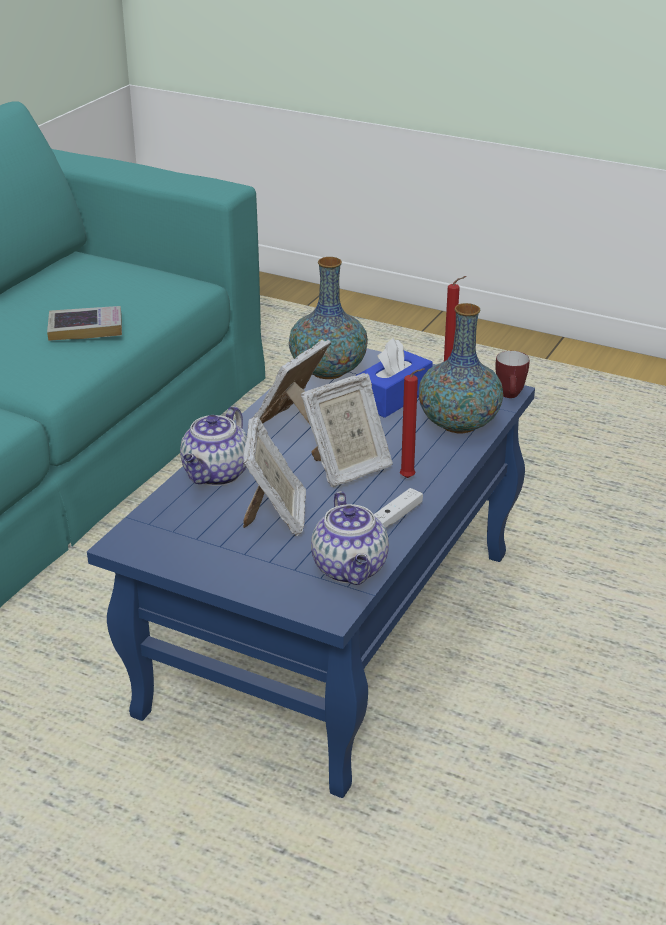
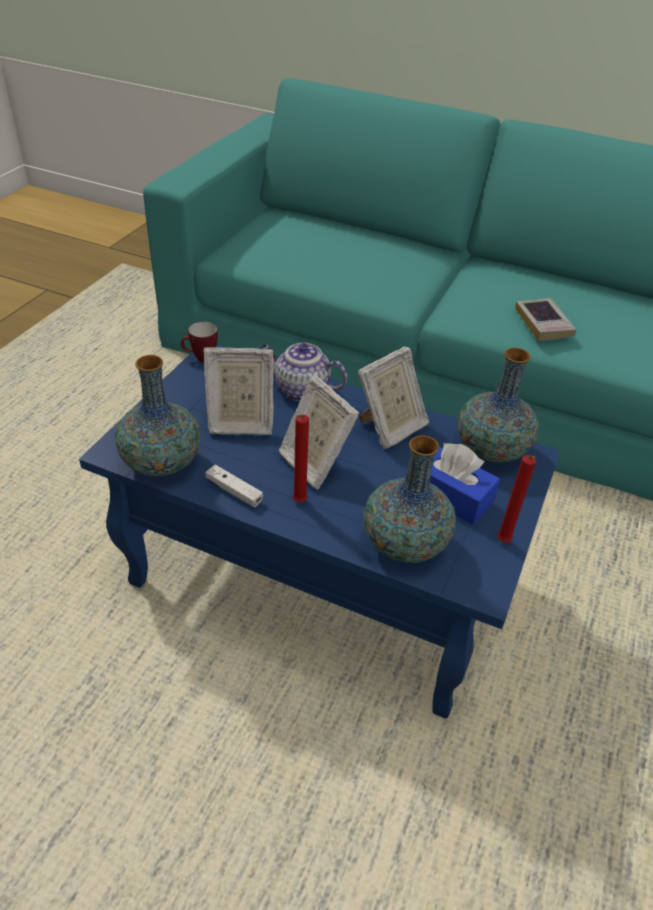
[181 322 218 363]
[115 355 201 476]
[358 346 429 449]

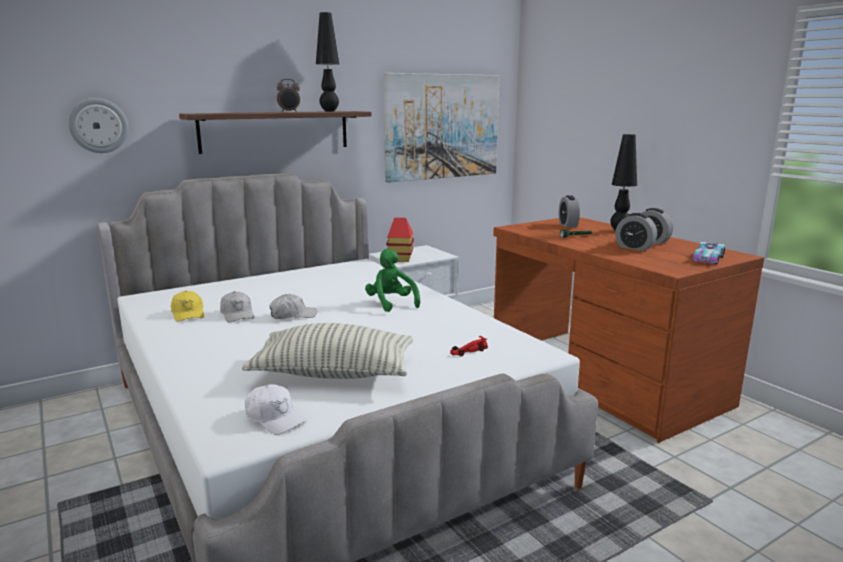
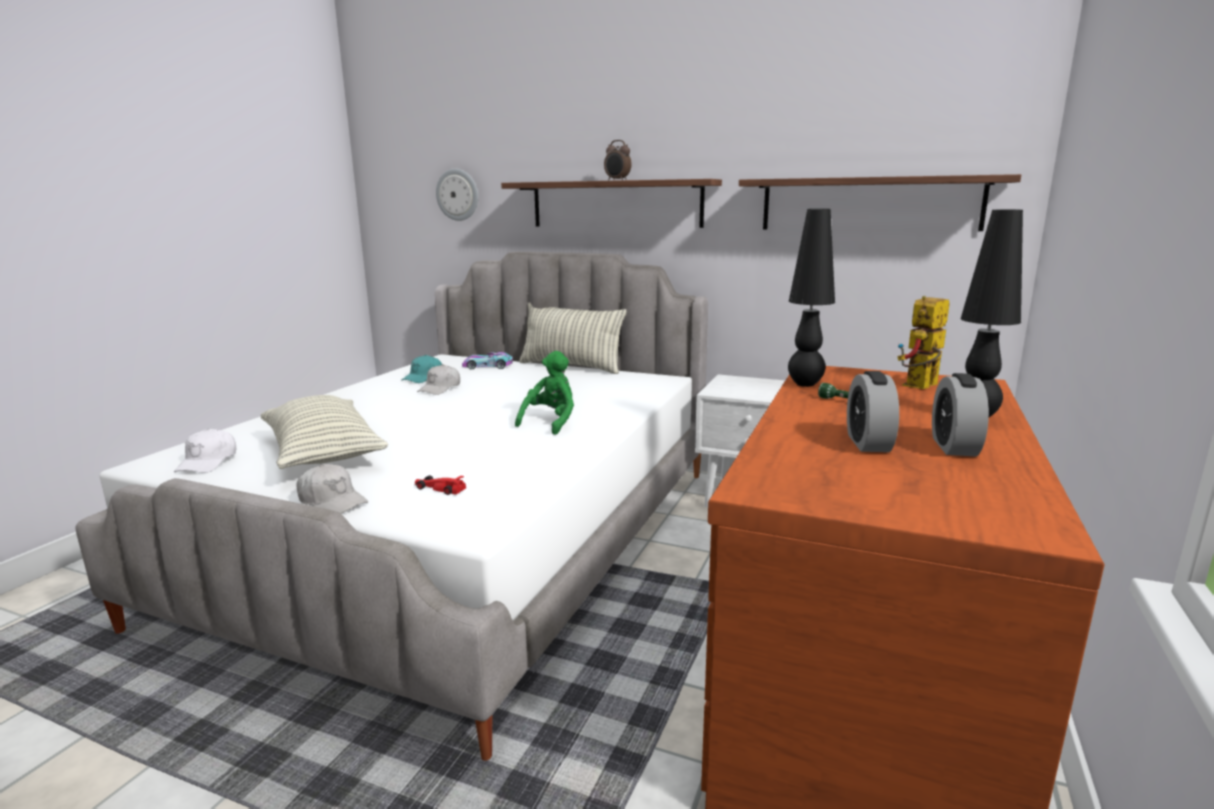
[386 218 414 262] (first image)
[519 303 626 374]
[296 464 368 514]
[788 209 835 387]
[462 352 513 369]
[739 174 1021 231]
[897 296 950 389]
[401 355 442 383]

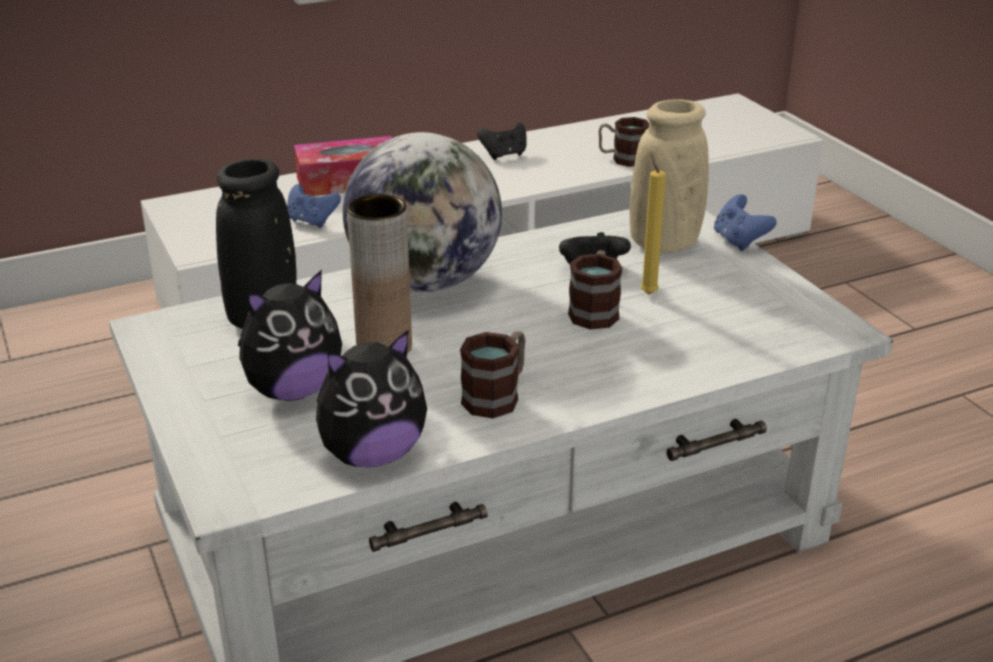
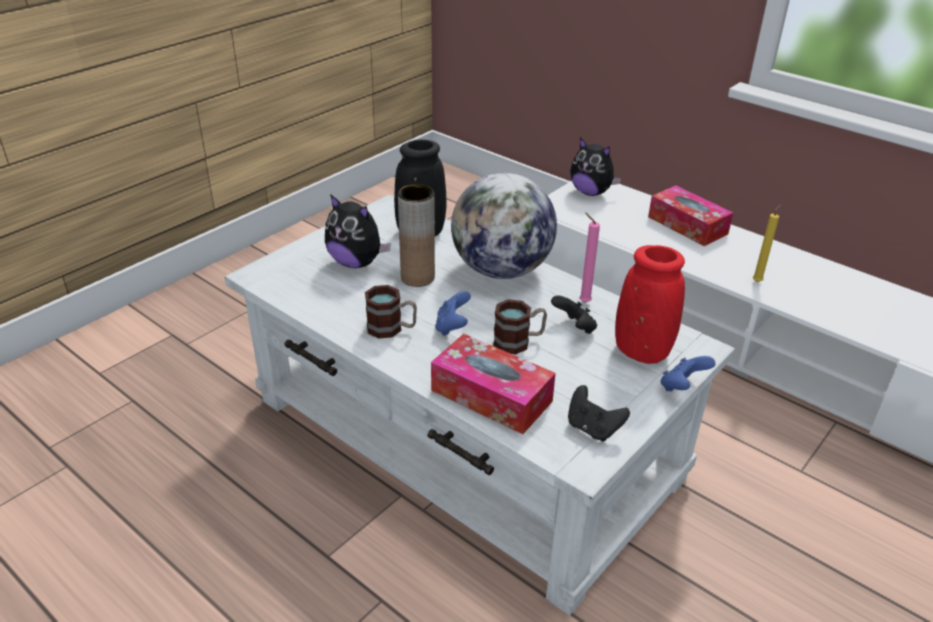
[599 117 649 167] (first image)
[431 334 556 434]
[579 212 600 303]
[435 291 471 336]
[570 138 621 196]
[568 385 630 442]
[753 204 781 282]
[615 245 685 364]

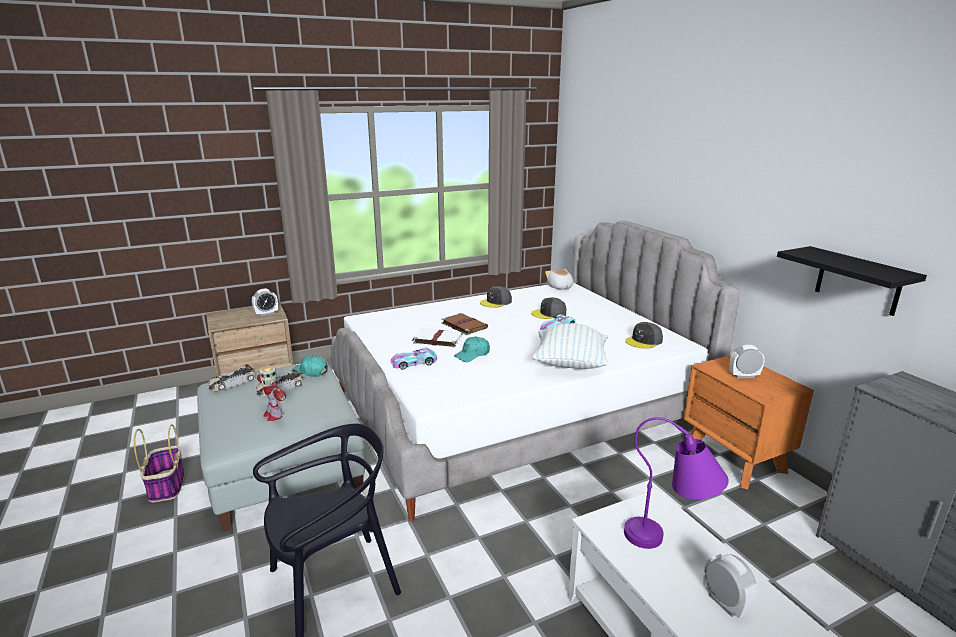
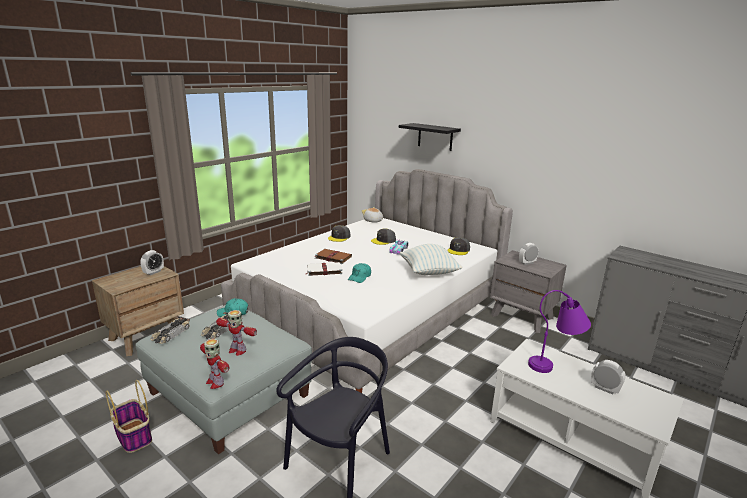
[391 348 437 370] (first image)
[200 339 229 389]
[399 123 461 151]
[490 250 567 333]

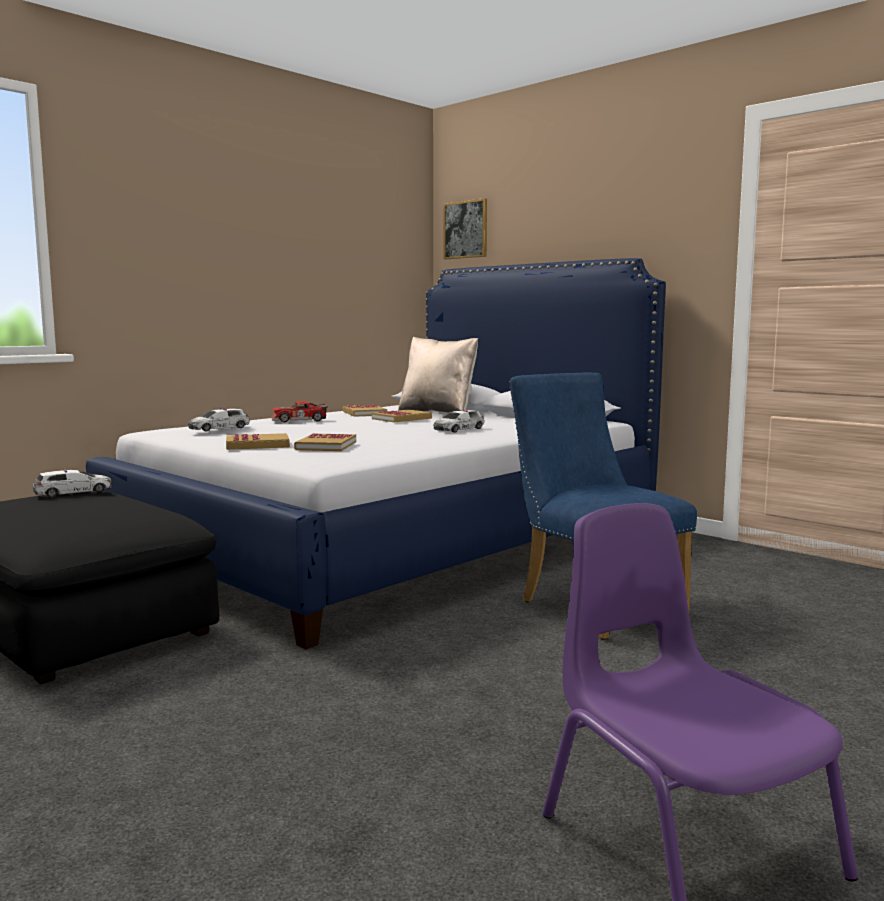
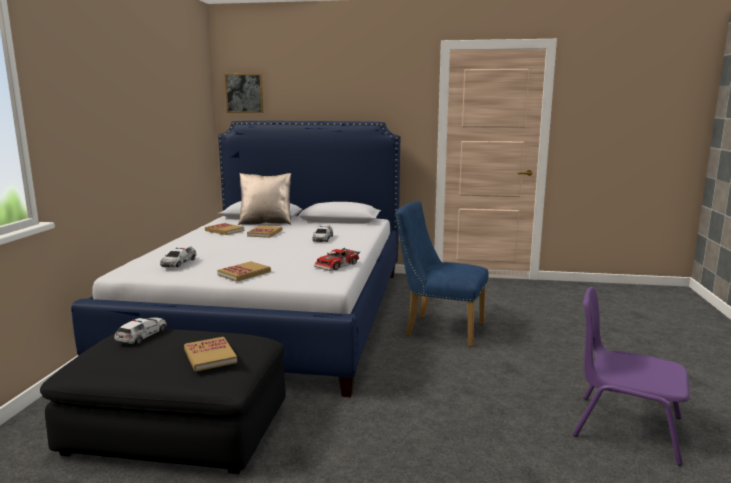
[314 248 360 271]
[184 337 237 372]

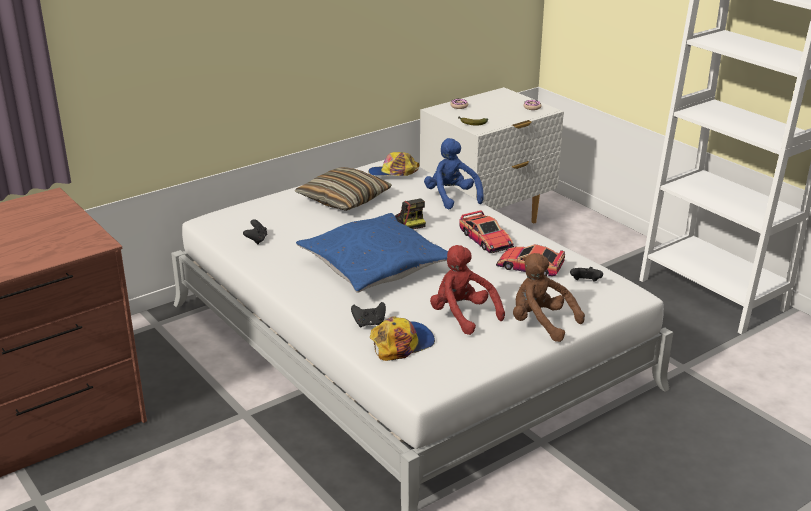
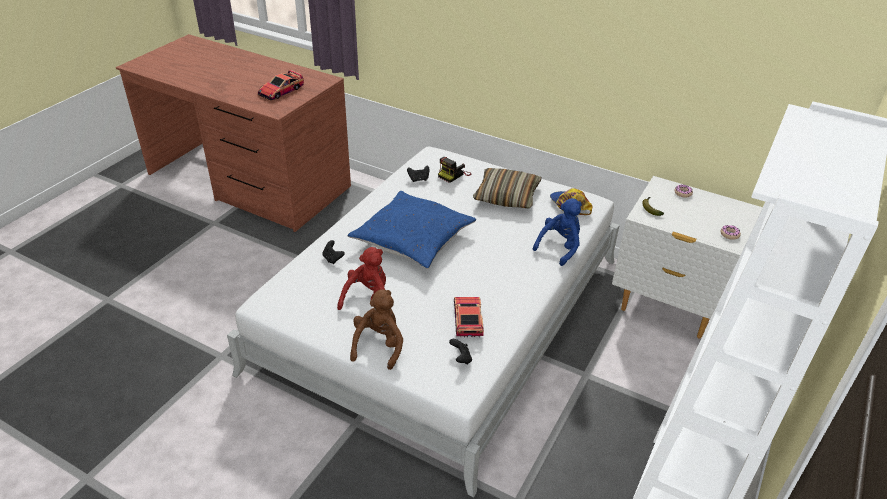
[370 316 435 361] (first image)
[438 157 471 183]
[258 70 304 100]

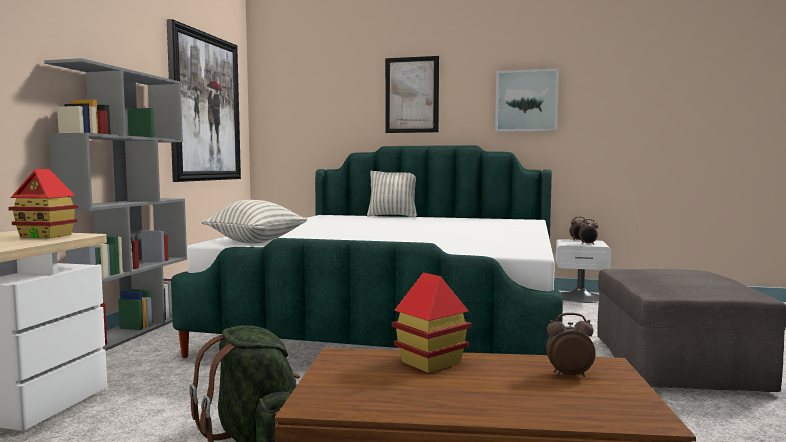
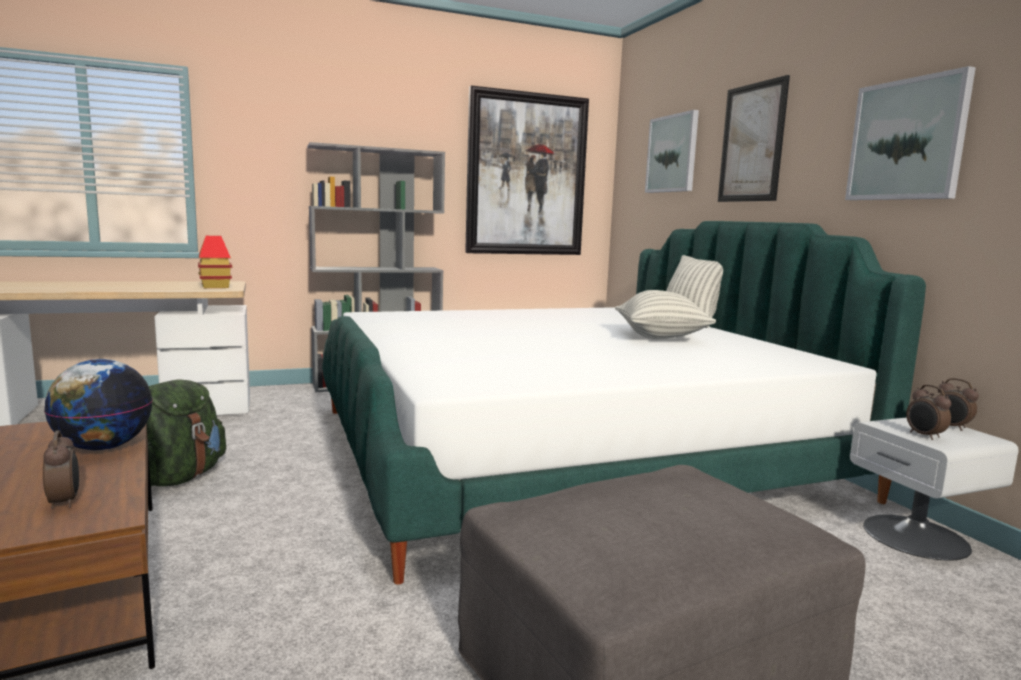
[645 110 699 193]
[615 290 716 339]
[44 359 153 450]

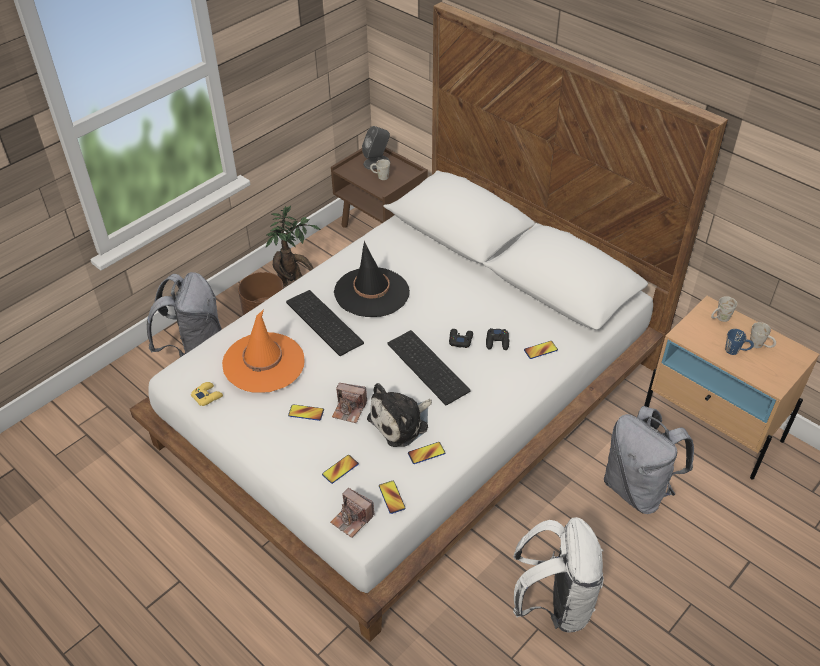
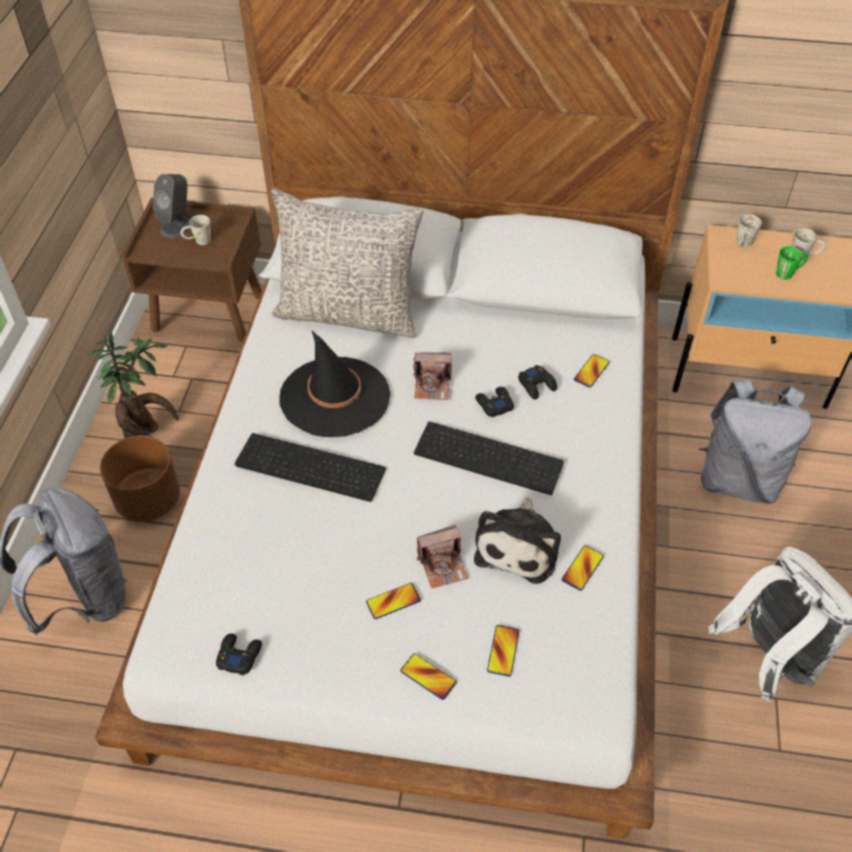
[222 309 305 393] (first image)
[271 189 423 338]
[414 352 451 400]
[400 653 457 700]
[216 634 262 676]
[776 246 808 280]

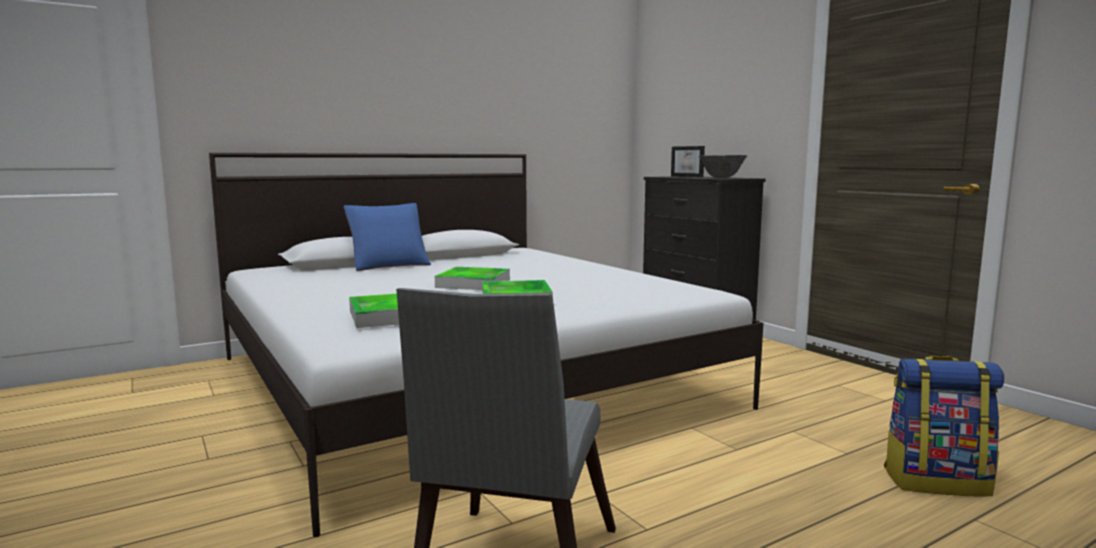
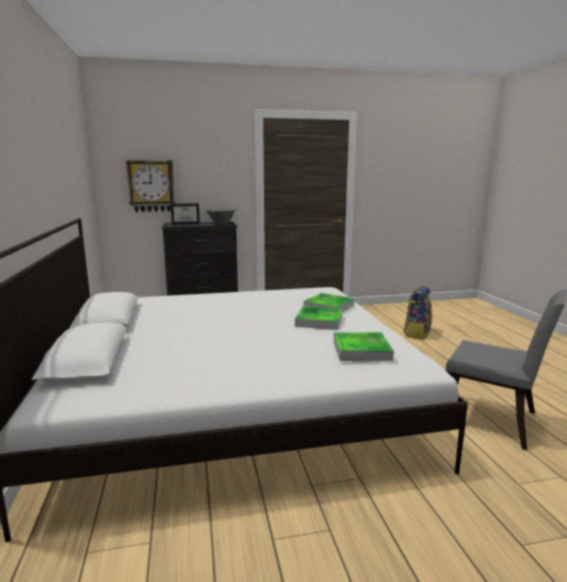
[344 203 431 271] (first image)
[126 160 175 212]
[303 293 355 312]

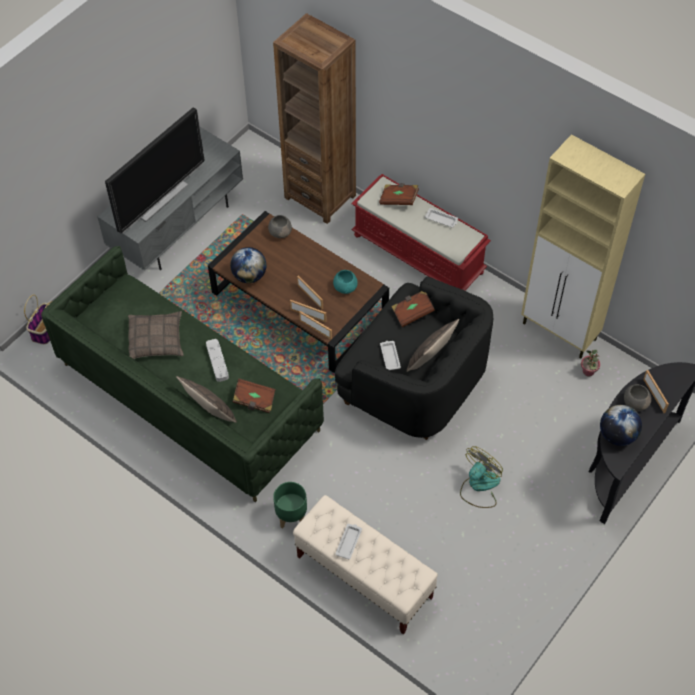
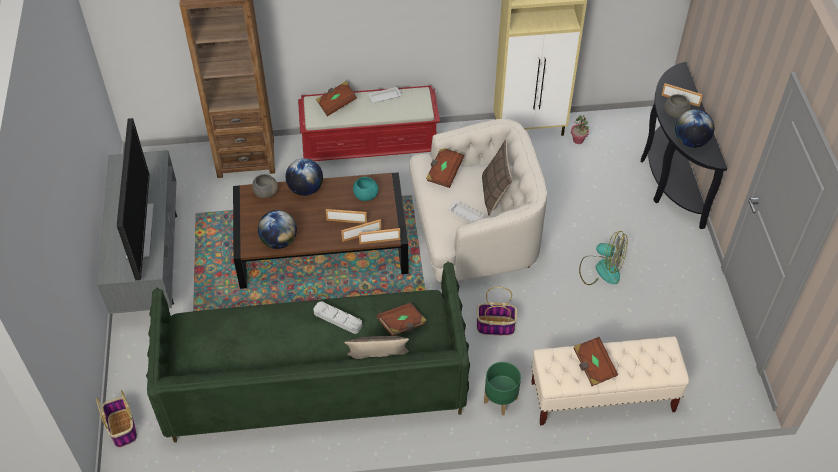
[128 311 184 359] (first image)
[286 158 323 196]
[477 287 517 336]
[573 337 618 386]
[410 119 547 282]
[579 231 628 285]

